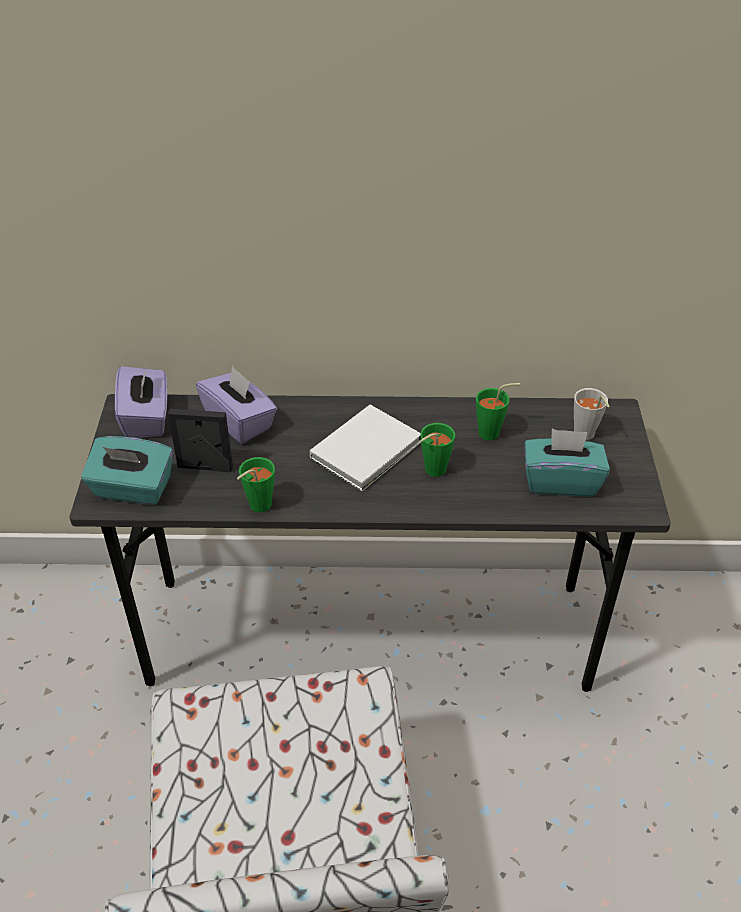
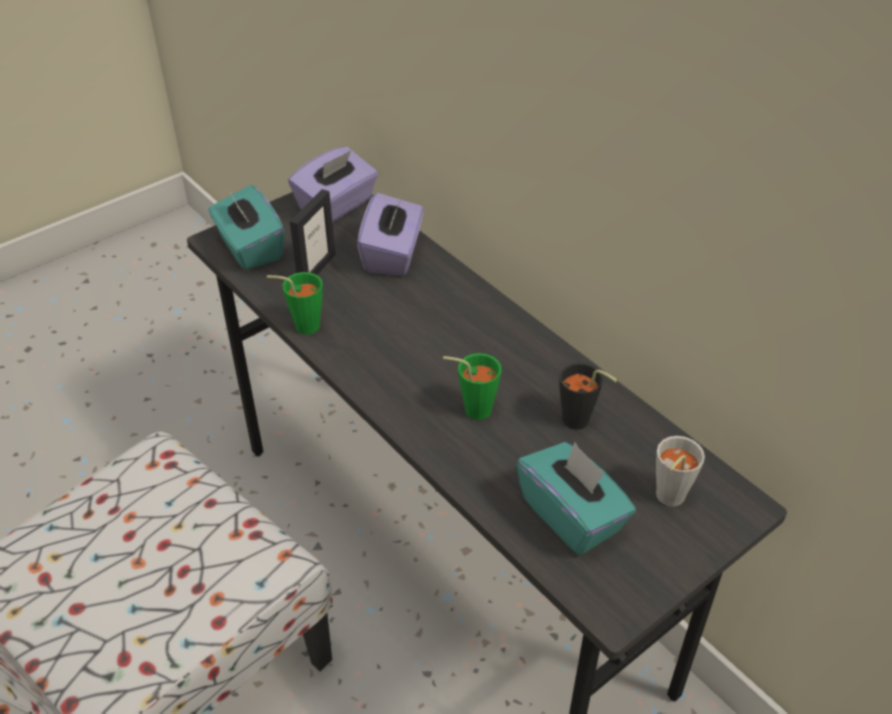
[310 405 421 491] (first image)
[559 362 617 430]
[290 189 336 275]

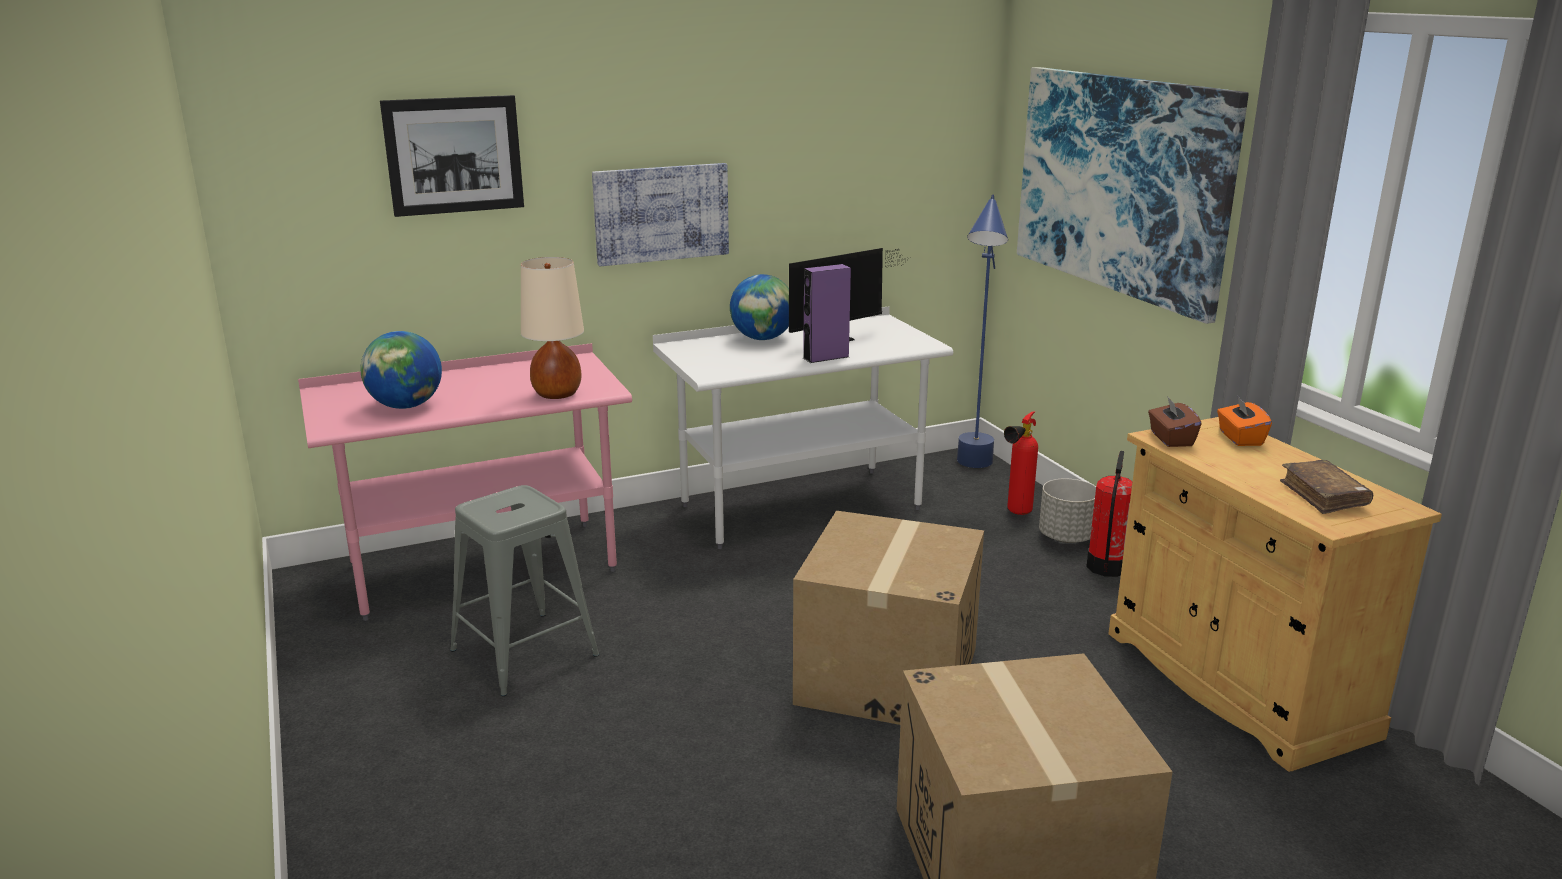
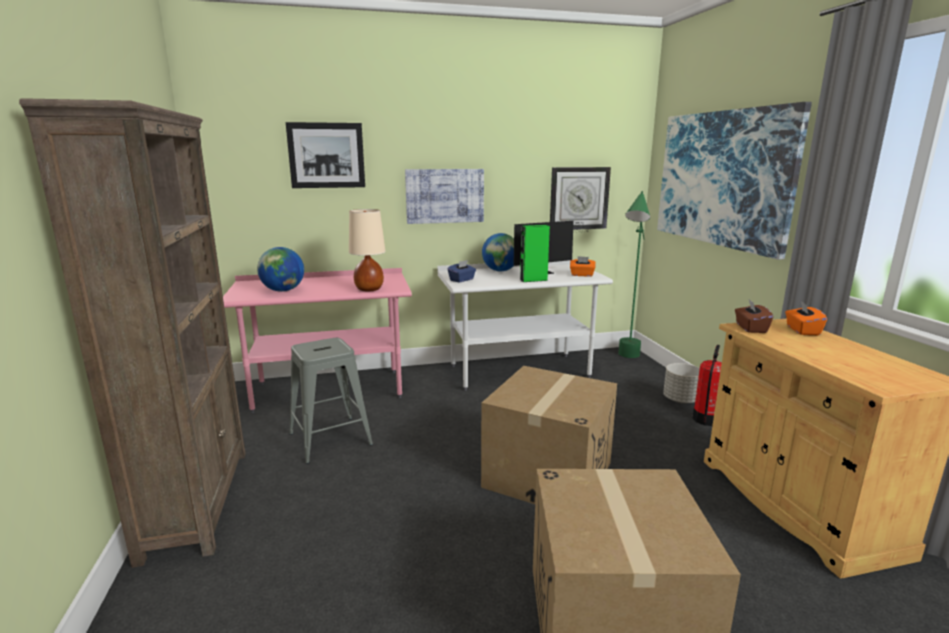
[1004 411 1038 515] (first image)
[1280 460 1373 514] (first image)
[19 98 246 568]
[448 260 476 282]
[550 167 611 230]
[570 256 596 277]
[520 225 550 282]
[618 191 650 358]

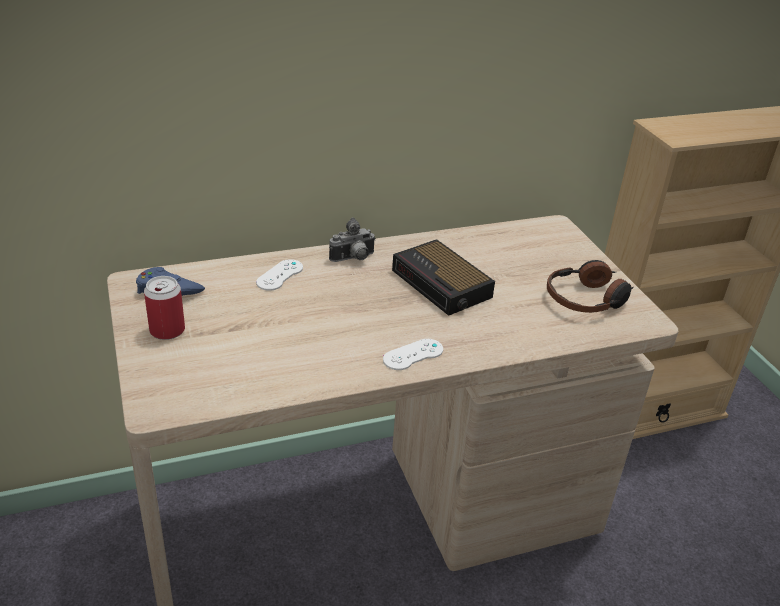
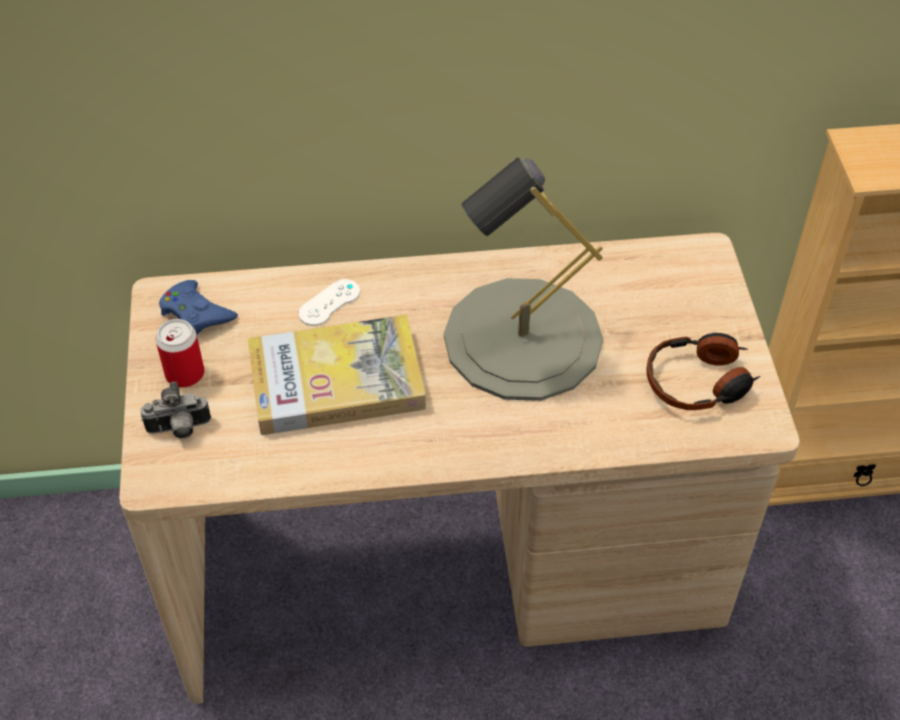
[383 339 443 370] (first image)
[247 315 426 435]
[140 382 211 438]
[444 157 603 401]

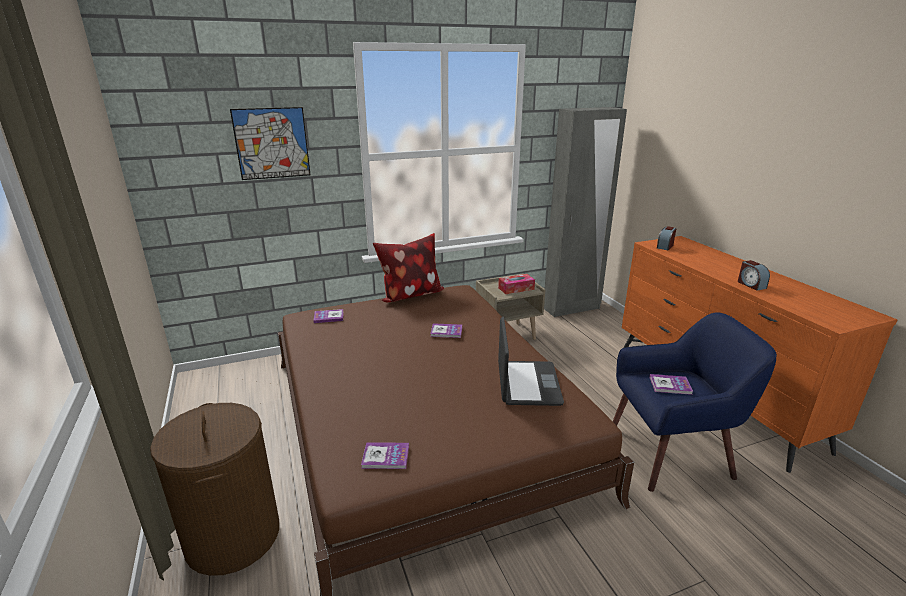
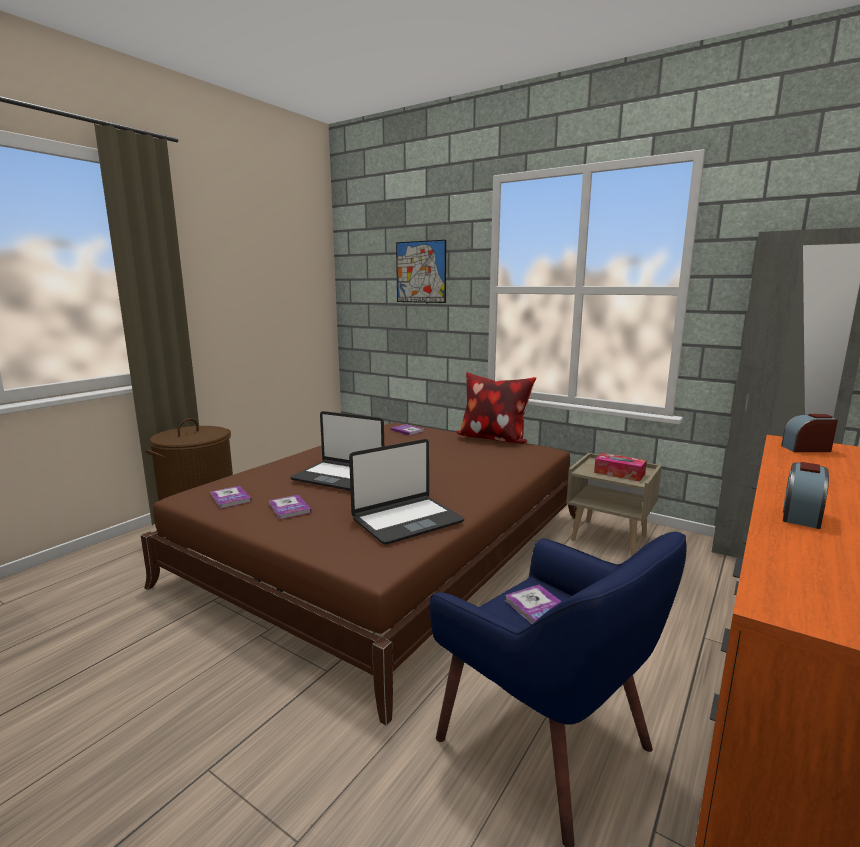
[290 411 384 491]
[269 495 311 519]

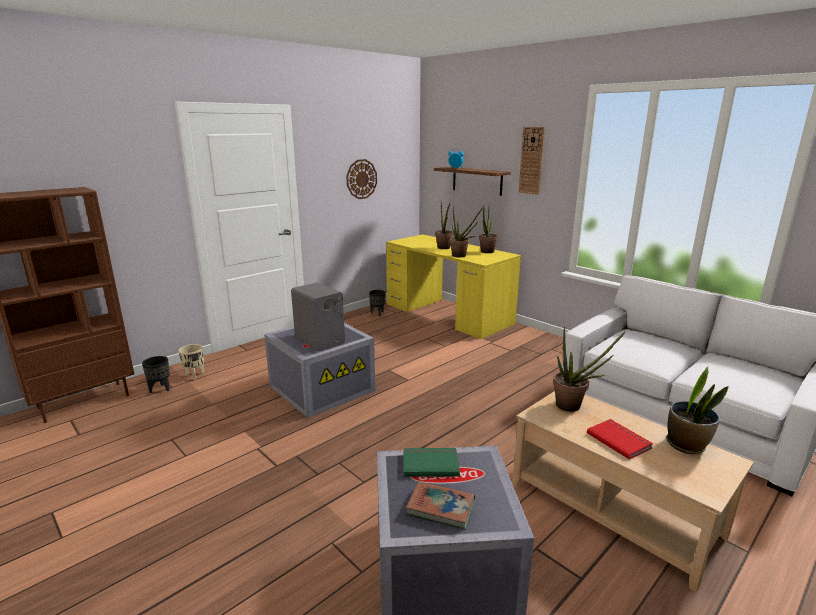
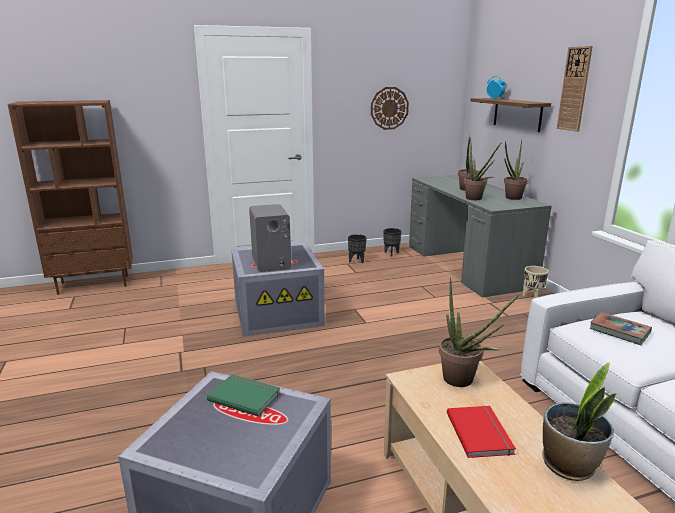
[348 234 367 263]
[523 266 549 298]
[590 312 652 345]
[409 175 552 298]

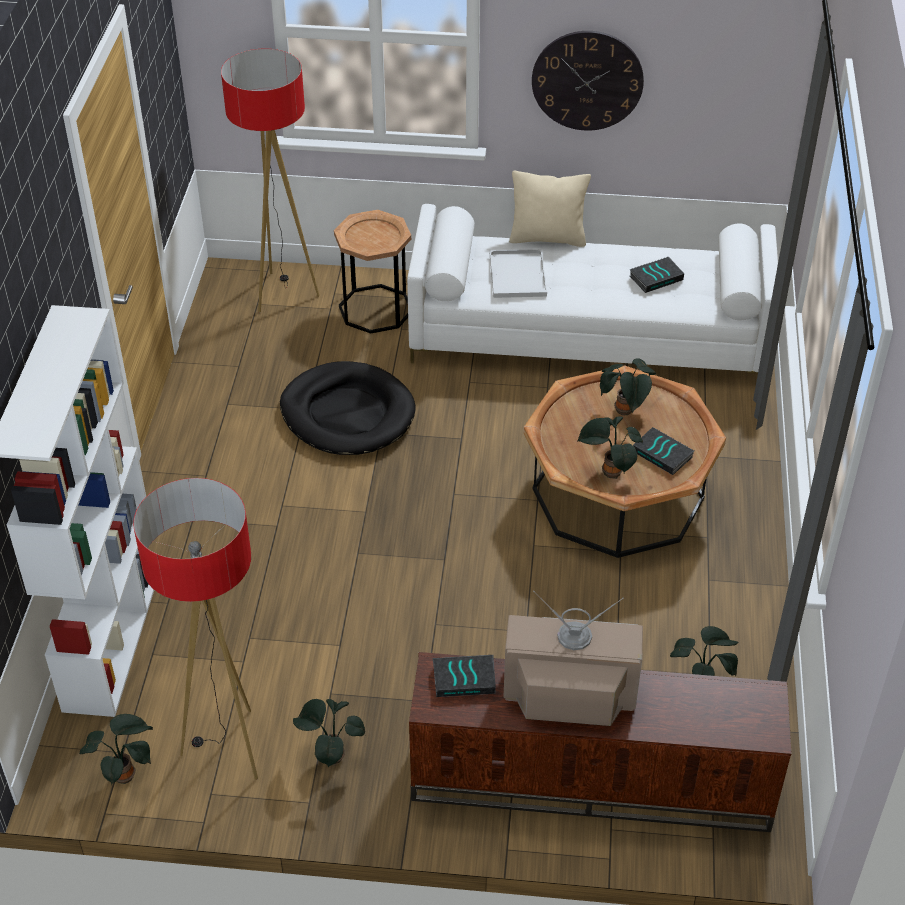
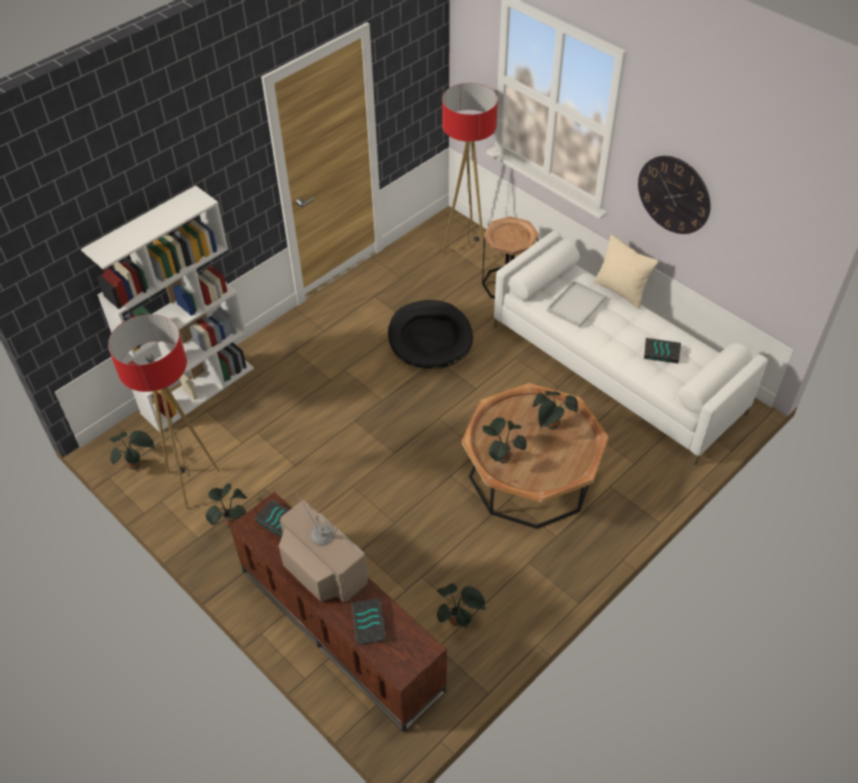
[352 598 386 645]

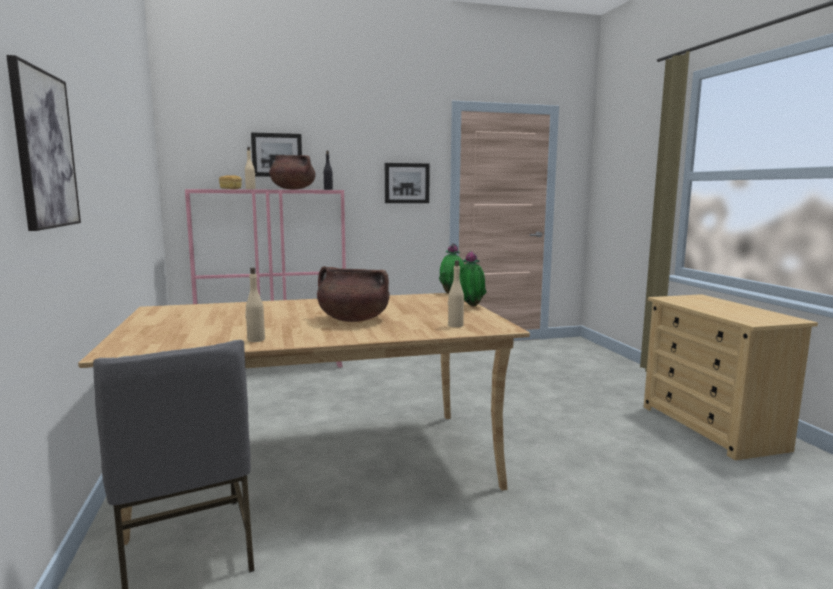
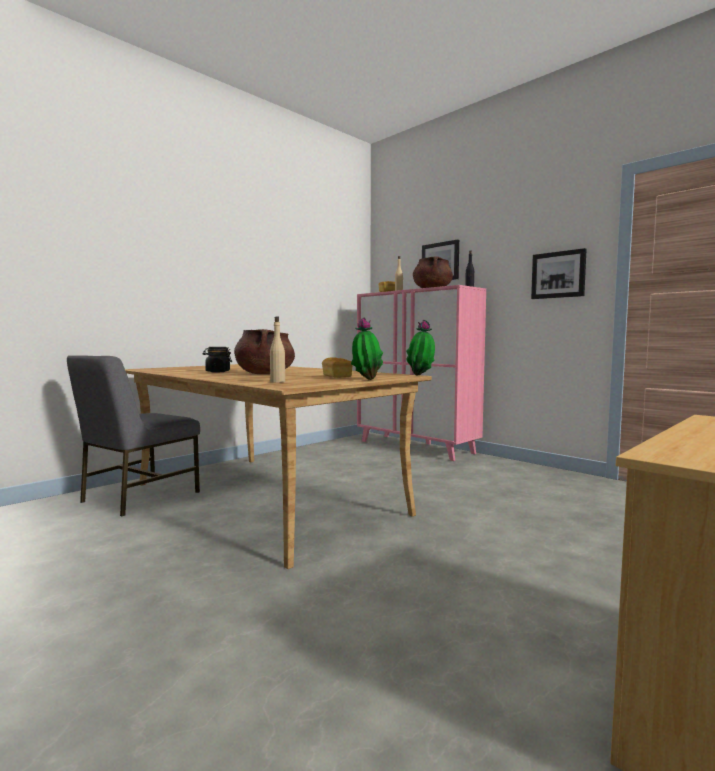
[6 55 81 231] (first image)
[245 267 265 342] (first image)
[203 347 232 372]
[322 357 353 378]

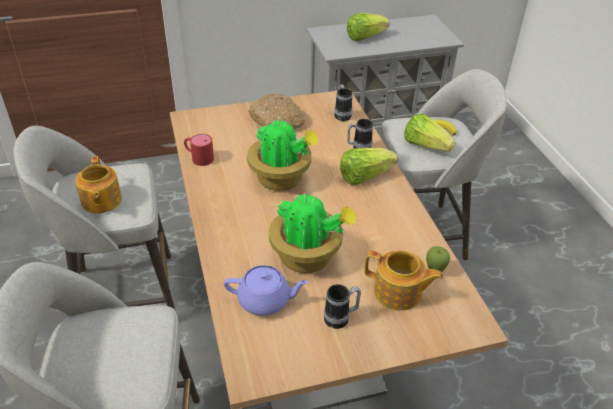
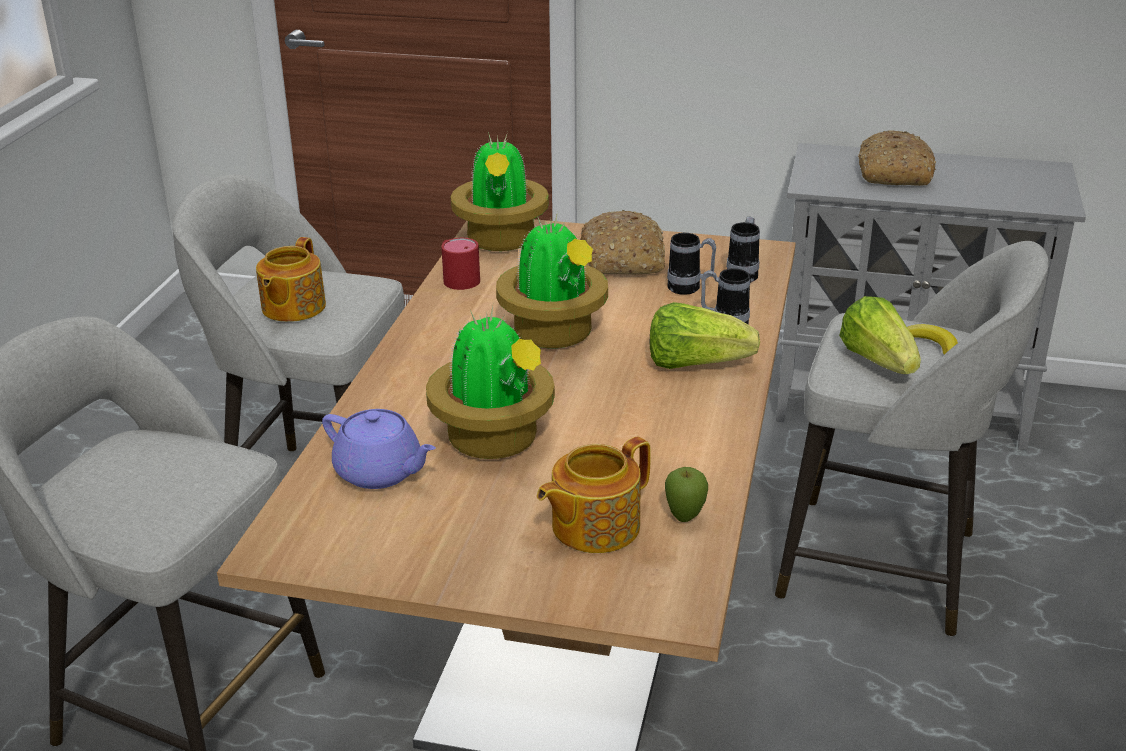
[451 132 549 251]
[667 233 716 295]
[858 131 936 186]
[537 436 651 553]

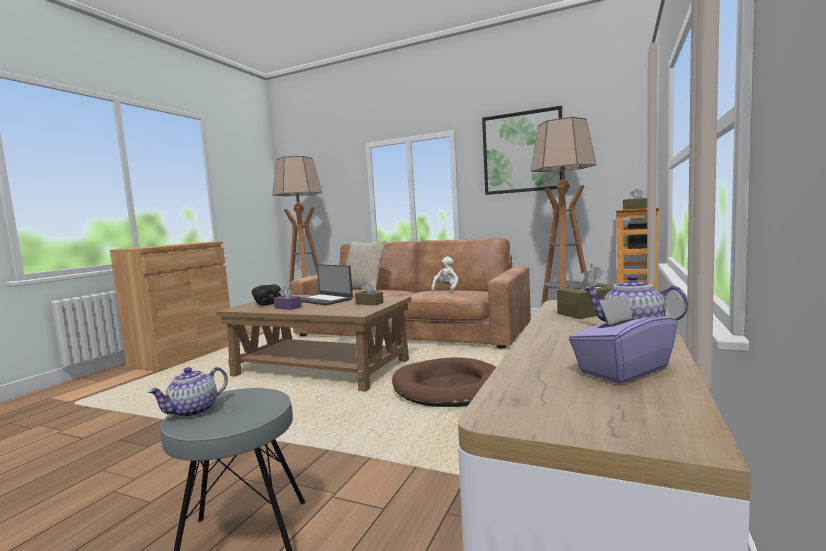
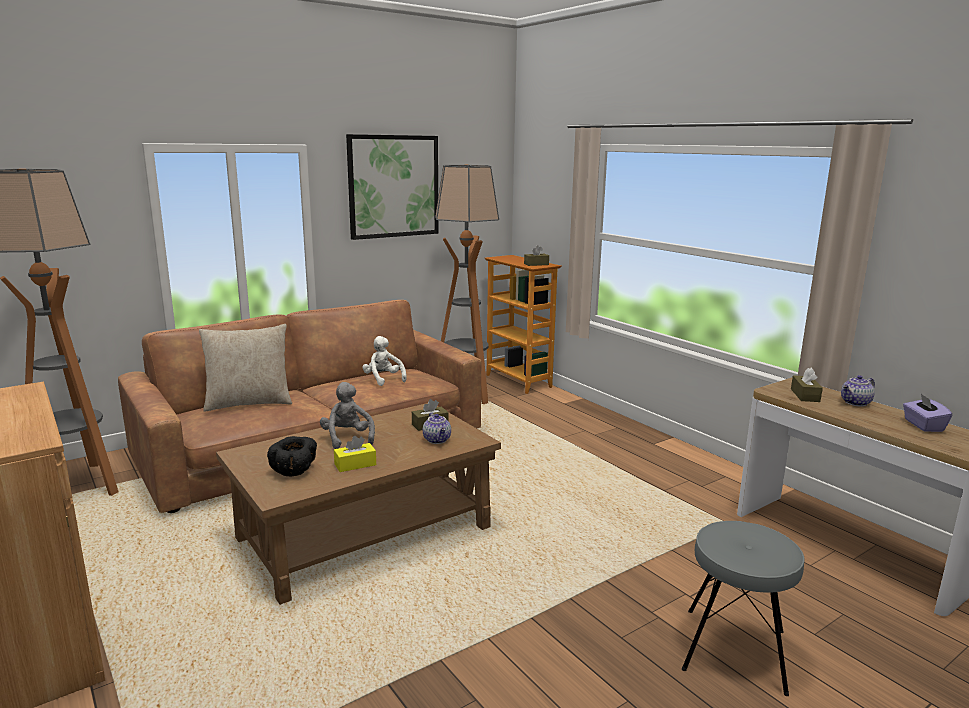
[392 357 496 407] (first image)
[423 412 451 444]
[320 382 375 449]
[334 436 376 472]

